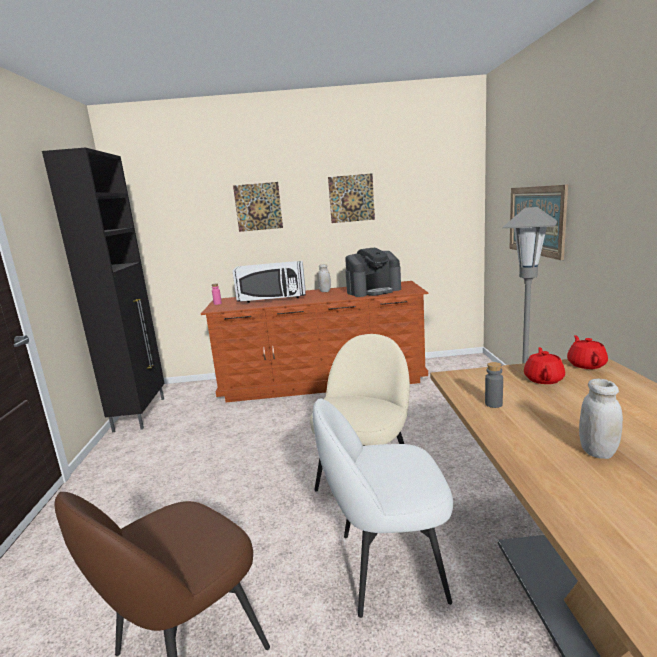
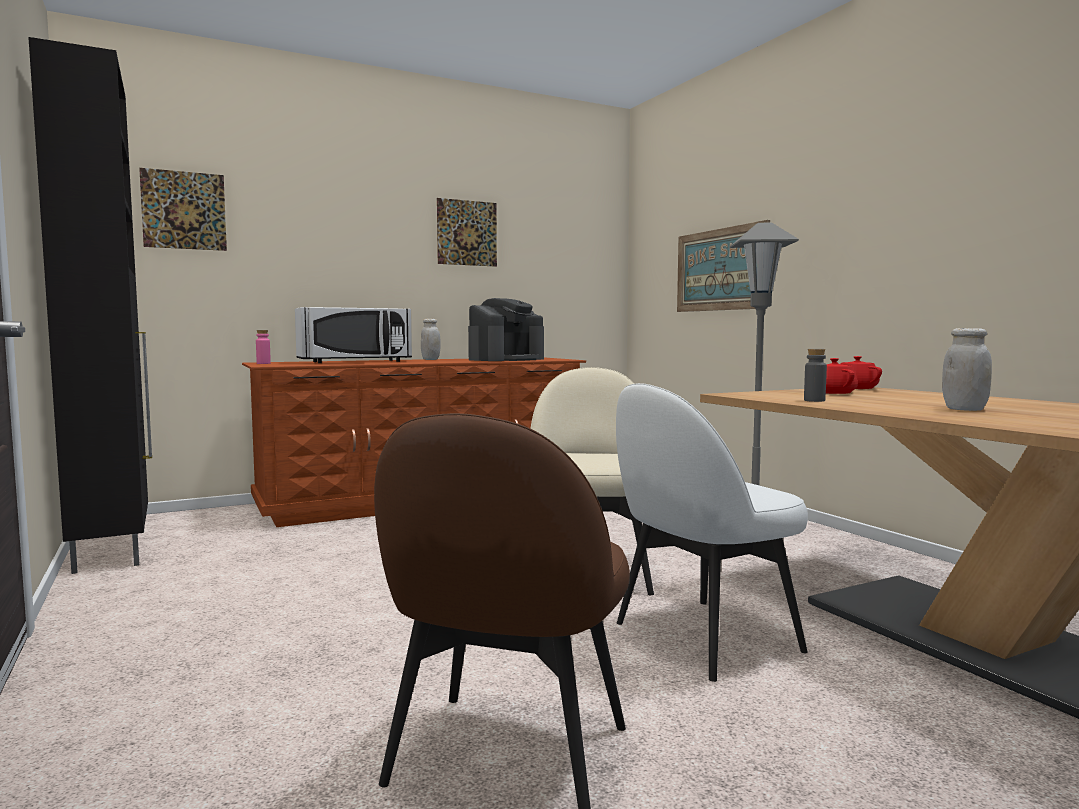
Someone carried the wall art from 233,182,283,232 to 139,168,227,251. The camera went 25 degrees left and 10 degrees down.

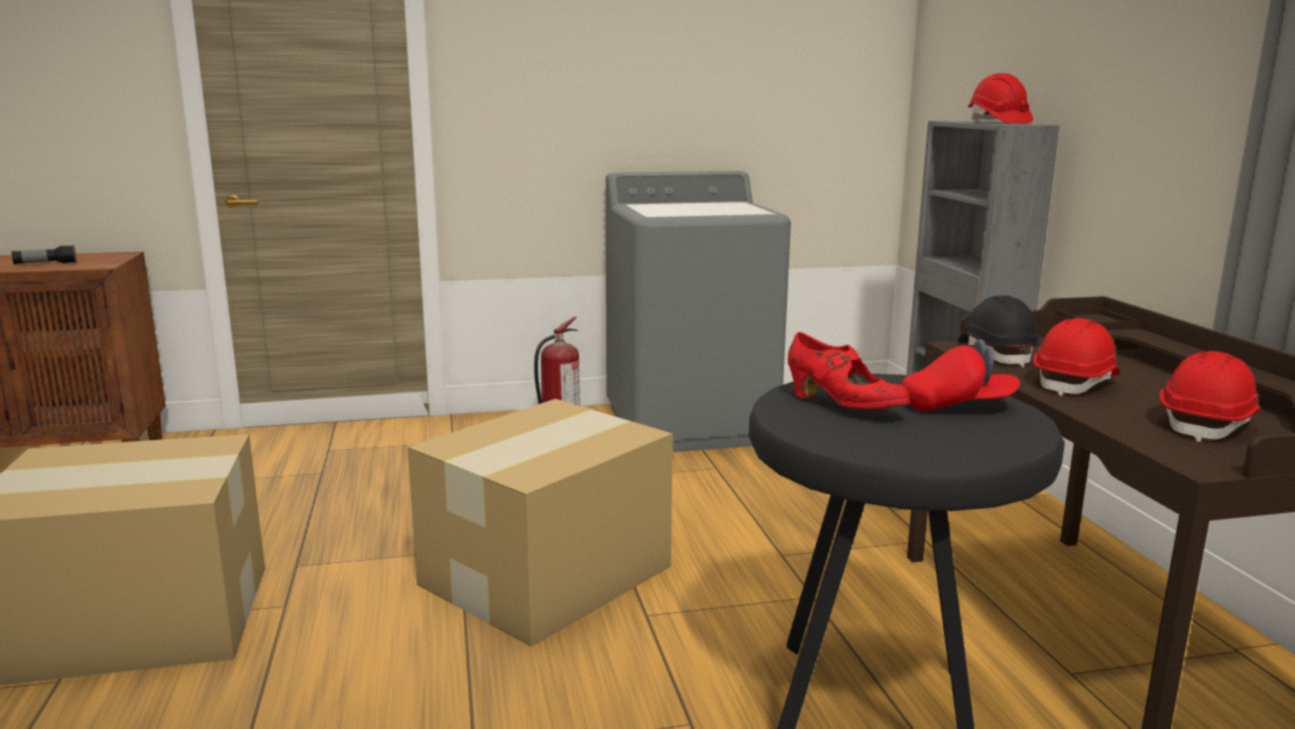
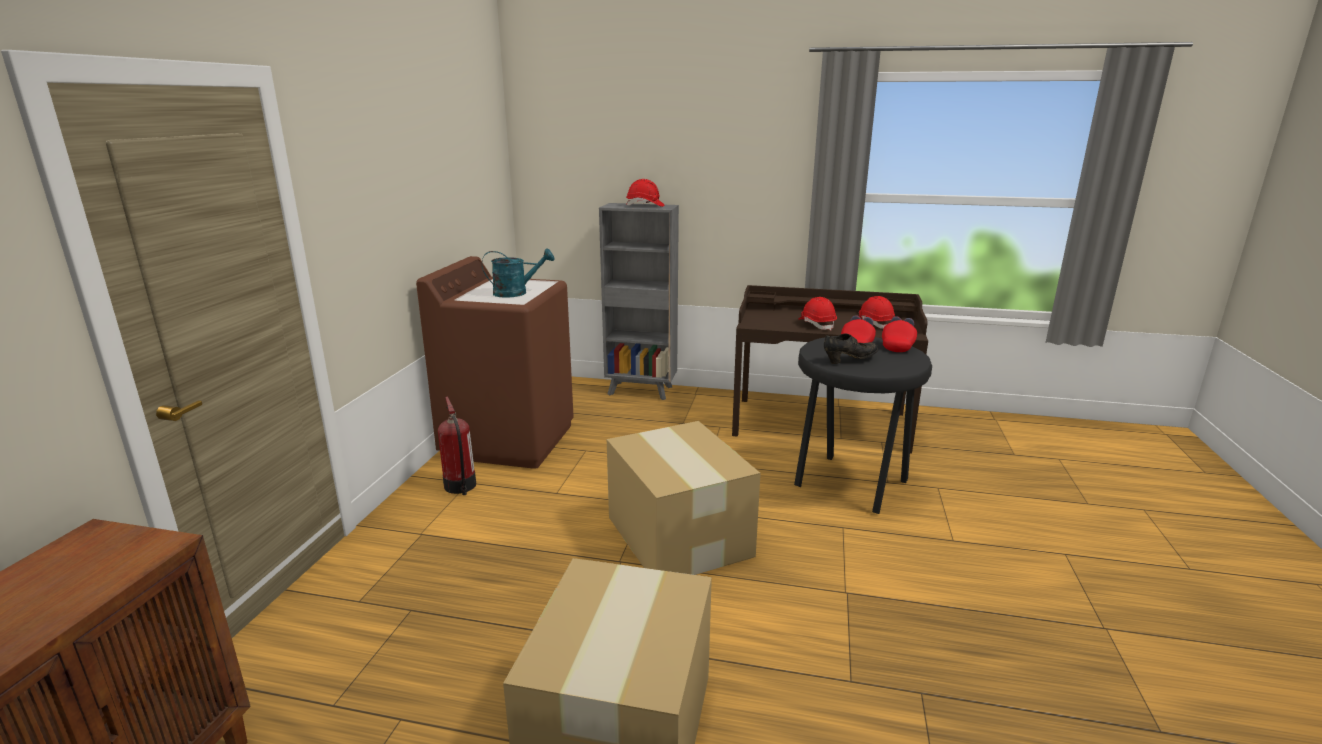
Someone repainted the grey laundry machine at 606,171,791,452, which became the brownish laundry machine at 416,256,574,469. Someone put down the turquoise-coloured watering pot at 482,249,555,298. Someone repainted the reddish low shoe at 788,332,910,409, which became the black-coloured low shoe at 824,333,878,364. Someone put down the reddish peaked cap at 882,316,917,352. Someone took away the flashlight at 12,245,76,264. Someone took away the black-coloured safety helmet at 958,295,1040,367. The camera went 65 degrees left and 5 degrees up.

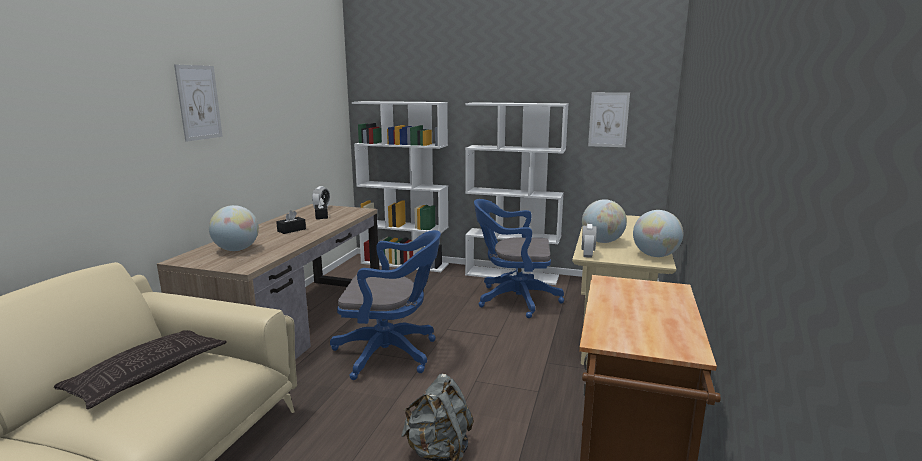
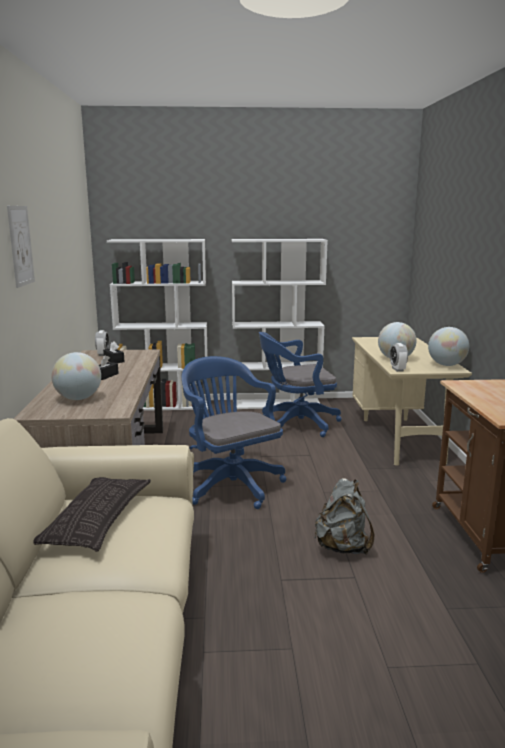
Someone rotated the blue computer chair at 330,230,441,380 by 105 degrees counterclockwise. Someone took away the wall art at 588,92,630,147. The camera went 20 degrees left and 0 degrees up.

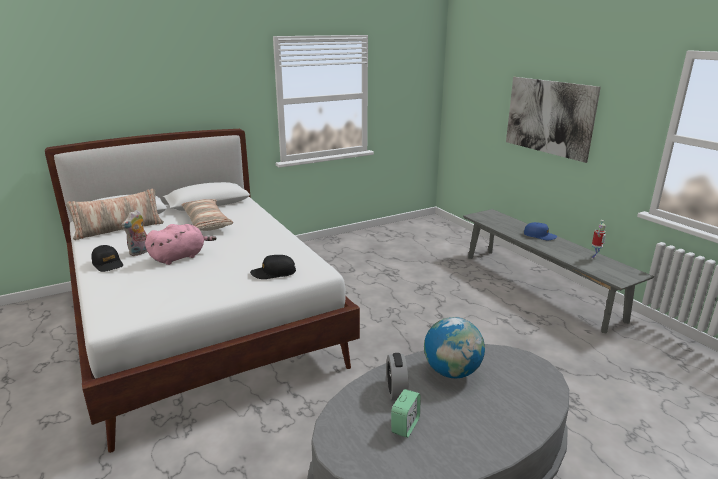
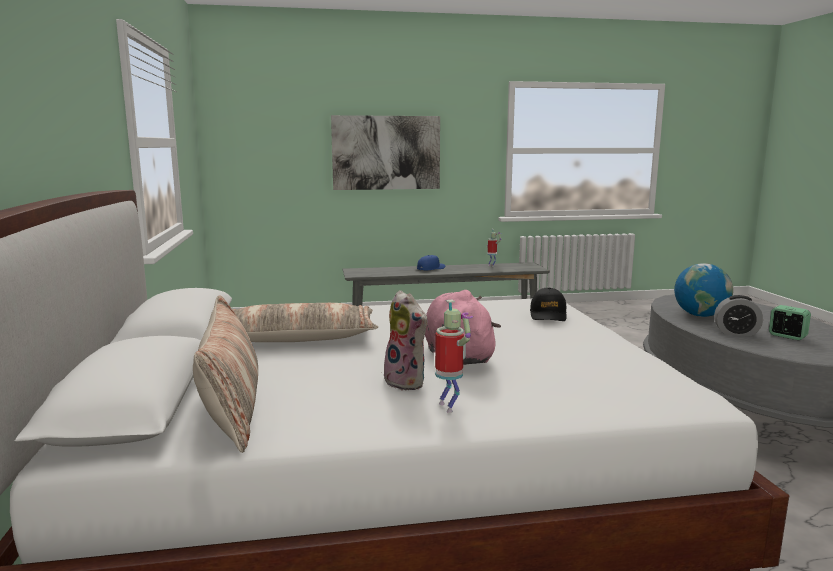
Someone swapped the black-coloured peaked cap at 91,245,123,272 for the robot figure at 435,300,473,413. The camera went 70 degrees left and 10 degrees down.

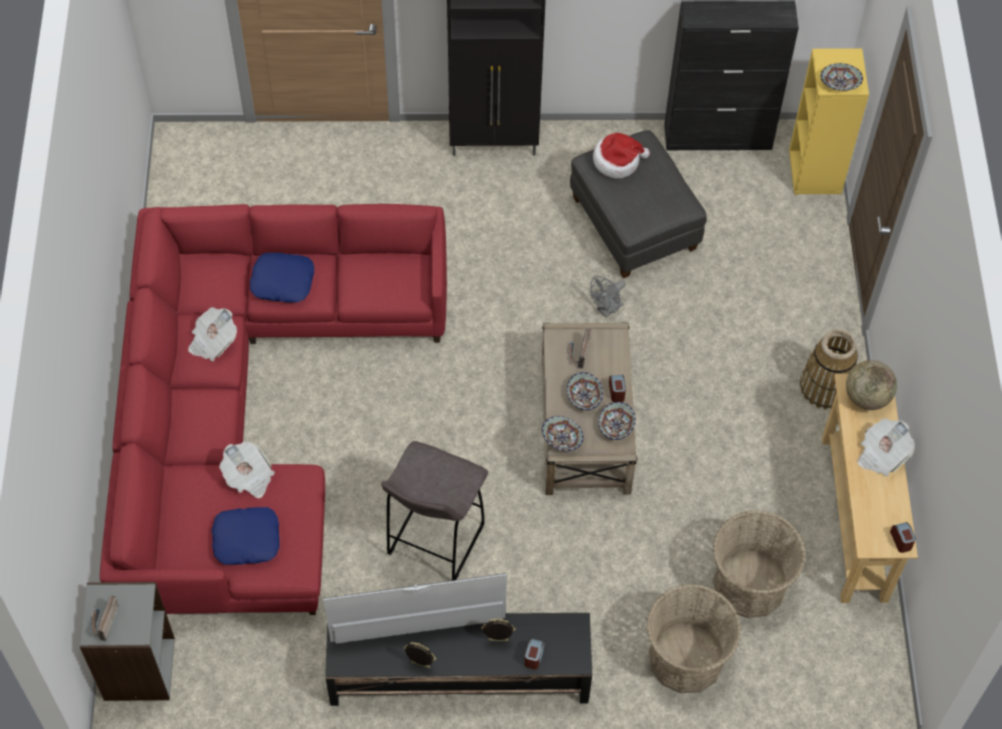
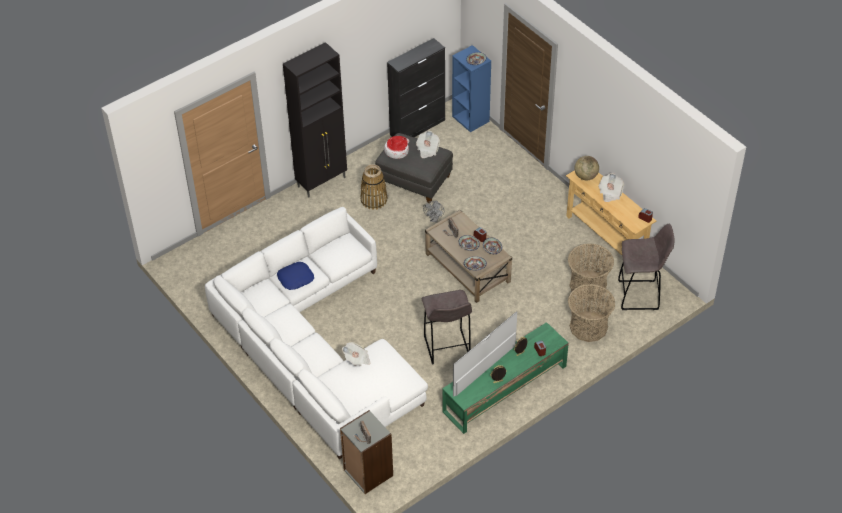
Someone repainted the reddish settee at 100,204,447,615, which became the white settee at 205,207,428,460. Someone carried the household basket from 800,330,858,410 to 360,164,388,210. Someone carried the daily paper from 188,307,237,361 to 416,131,440,158. Someone repainted the black-coloured media console at 325,613,592,706, which became the green-coloured media console at 442,322,569,434. Someone repainted the yellowish shelving unit at 789,48,869,194, which became the blue shelving unit at 452,45,491,132. Someone put down the grey sitting stool at 618,224,674,310. Someone took away the blue pillow at 211,507,279,565. The camera went 35 degrees left and 10 degrees down.

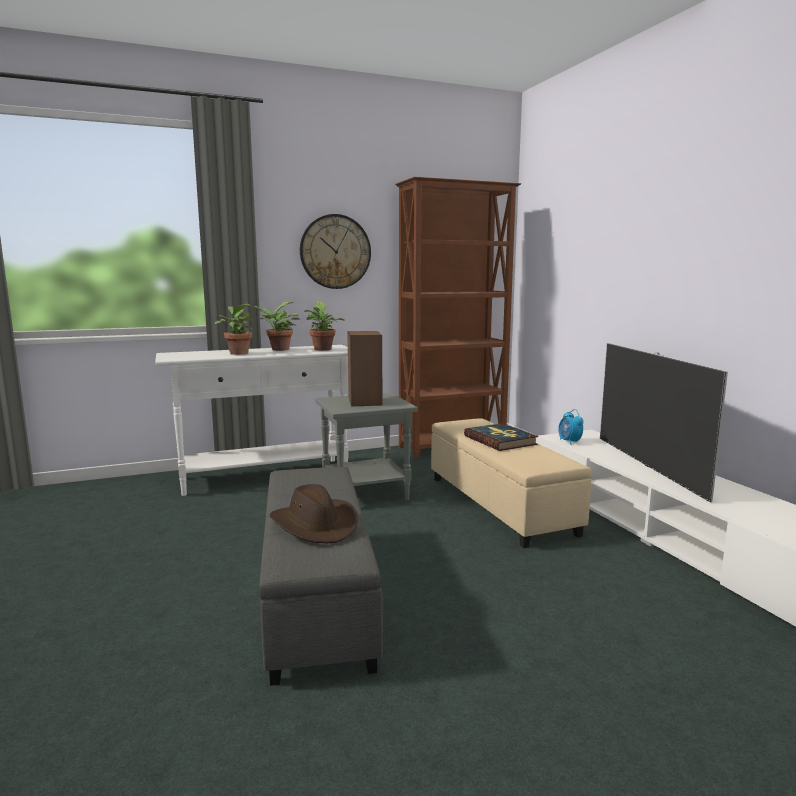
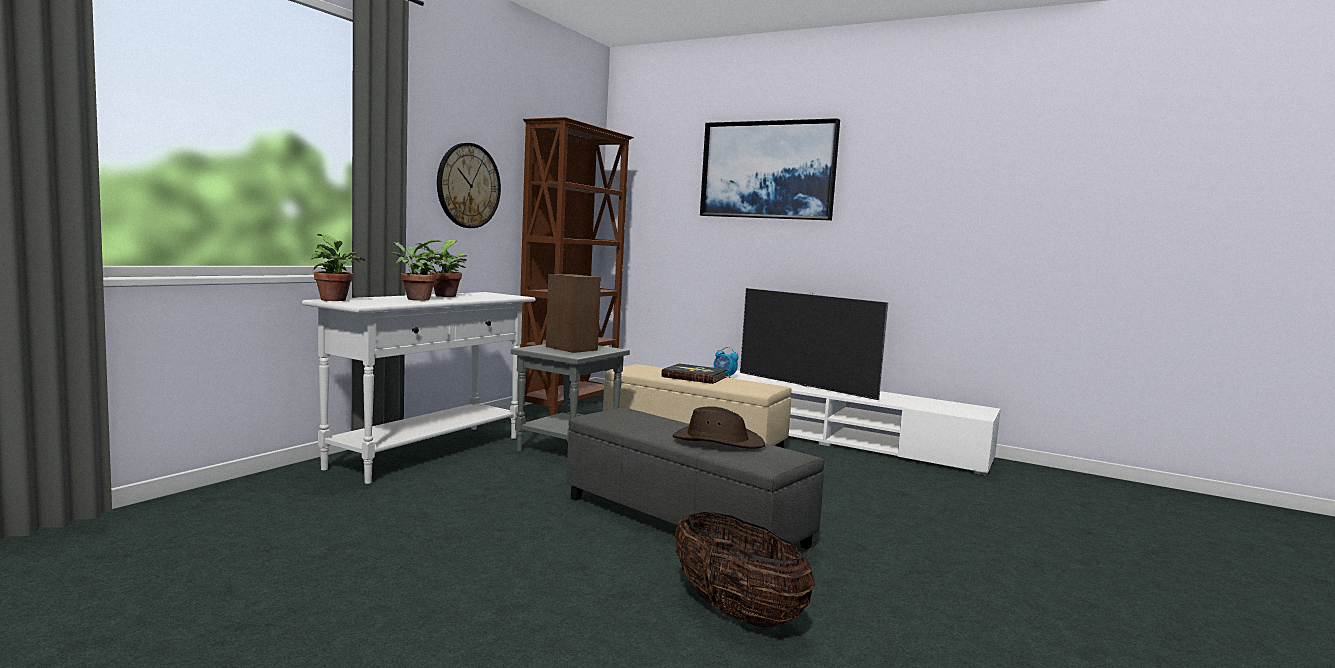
Someone carried the houseplant from 304,302,345,351 to 311,234,365,301. Someone put down the household basket at 674,512,815,627. Someone put up the wall art at 700,118,840,221. The camera went 40 degrees left and 5 degrees down.

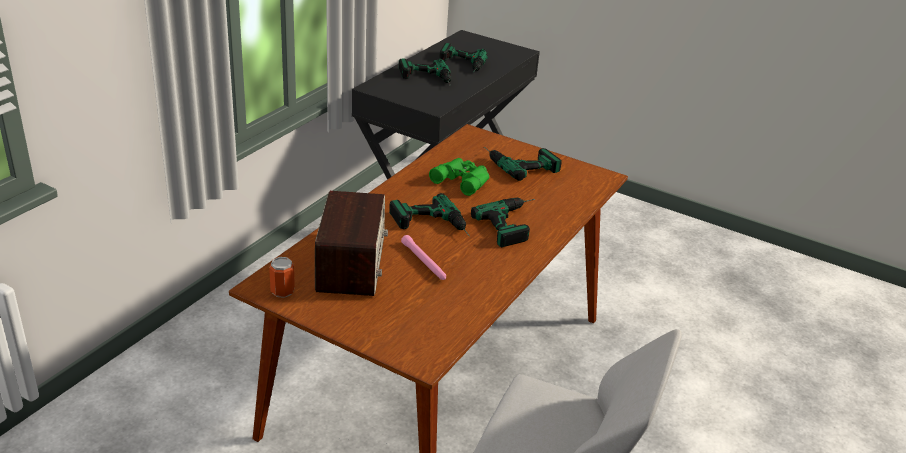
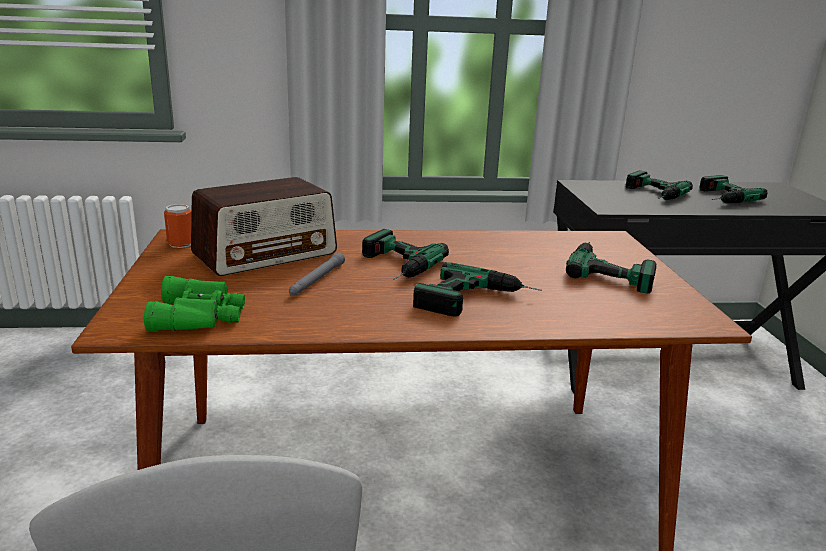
Someone carried the green-coloured field glasses from 429,158,489,196 to 144,276,245,331. Someone repainted the pinkish flashlight at 401,235,446,280, which became the grey flashlight at 289,252,345,295. The camera went 55 degrees right and 10 degrees down.

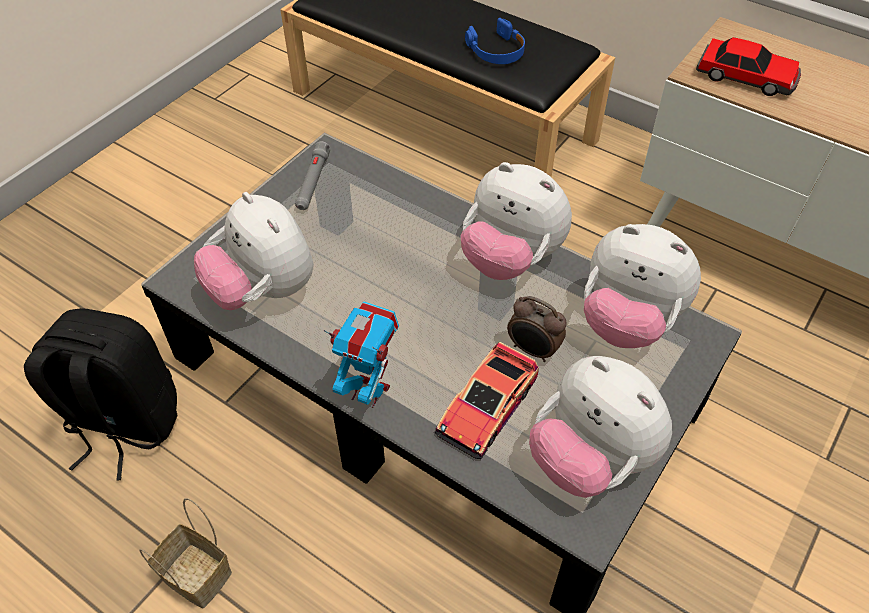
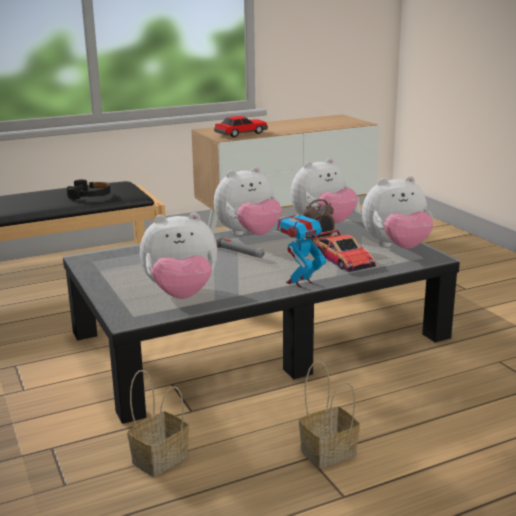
Someone repainted the blue headset at 465,18,525,64, which became the black-coloured headset at 67,180,111,199. Someone swapped the black-coloured rucksack at 24,308,178,480 for the household basket at 127,370,189,477. Someone carried the grey flashlight from 295,141,330,210 to 214,235,265,258. The camera went 60 degrees left and 30 degrees down.

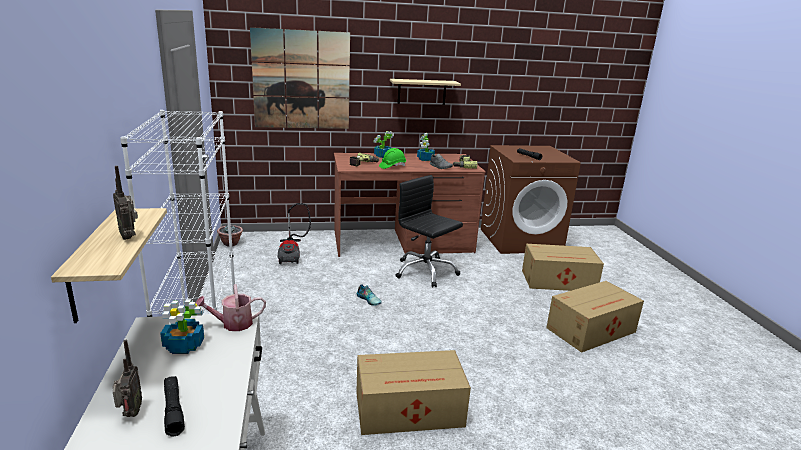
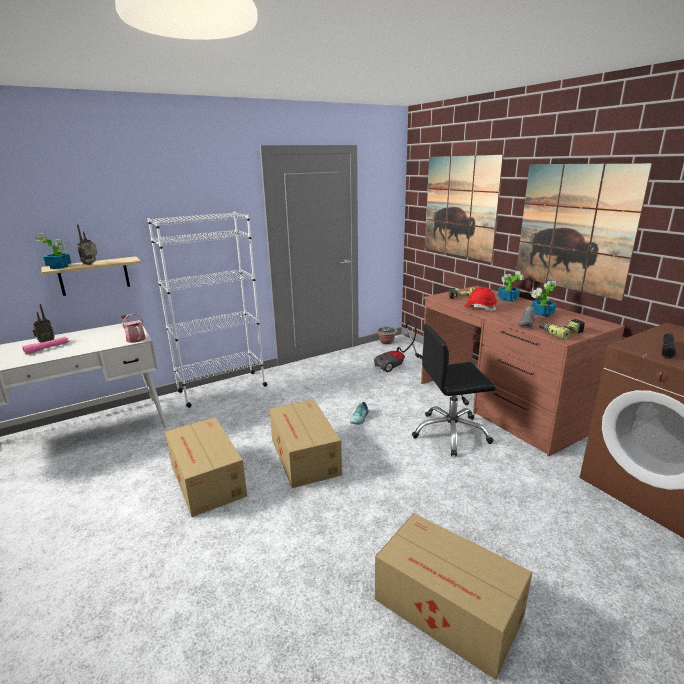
Someone repainted the black-coloured flashlight at 164,376,185,437, which became the pinkish flashlight at 22,337,69,355. Someone carried the houseplant from 160,299,204,354 to 35,233,71,269. Someone carried the cardboard box from 522,244,604,291 to 269,399,342,488. Someone rotated the black-coloured computer chair at 396,175,463,288 by 120 degrees counterclockwise. Someone repainted the green-coloured safety helmet at 379,148,406,169, which became the reddish safety helmet at 463,287,497,311. Someone swapped the bracket shelf at 390,79,461,105 for the wall art at 516,163,653,301. The camera went 70 degrees right and 0 degrees up.

